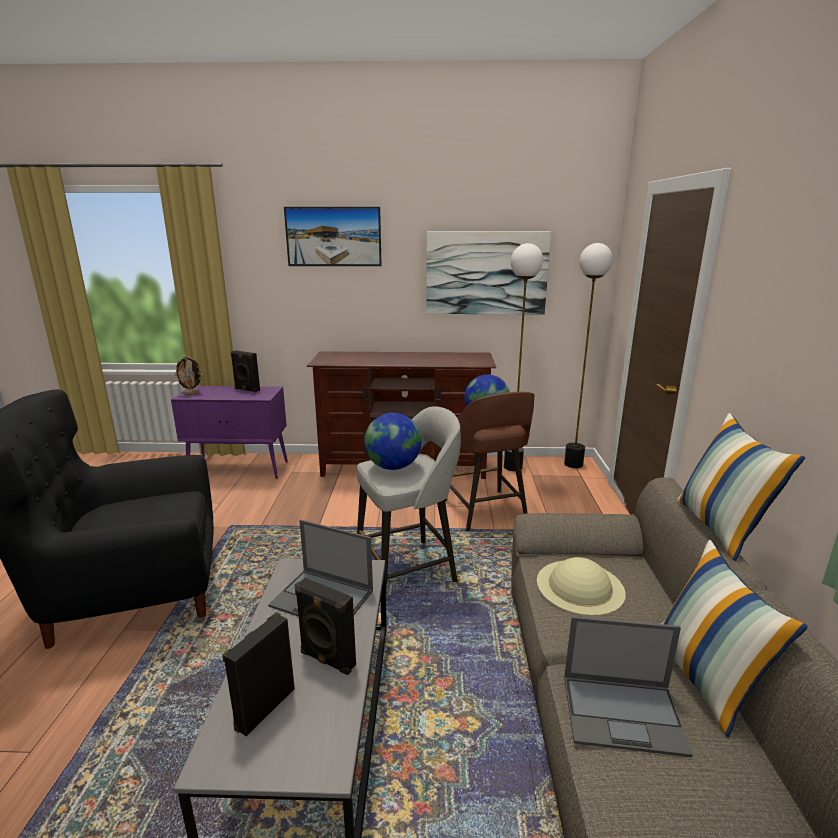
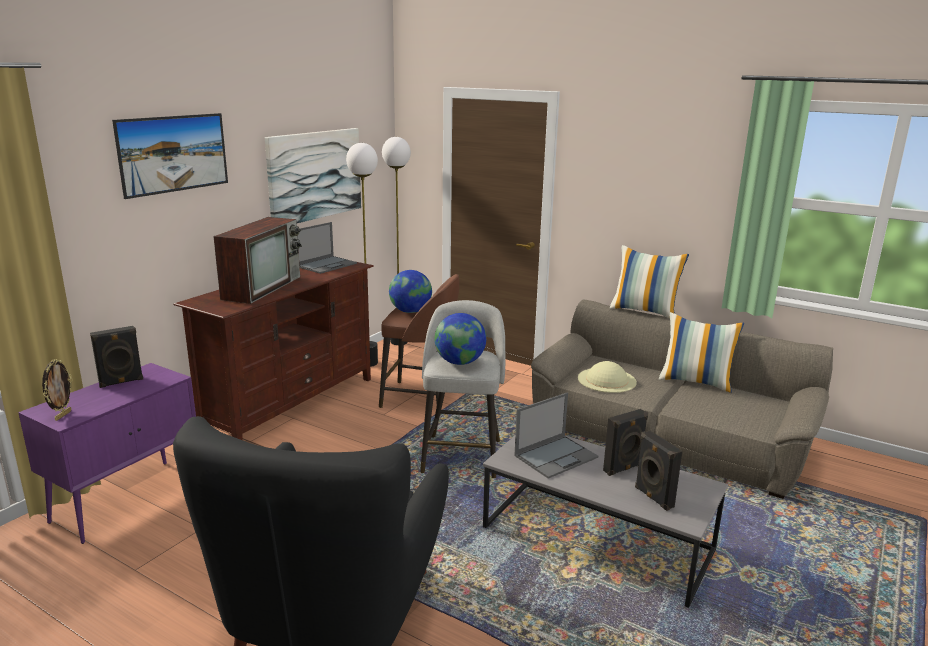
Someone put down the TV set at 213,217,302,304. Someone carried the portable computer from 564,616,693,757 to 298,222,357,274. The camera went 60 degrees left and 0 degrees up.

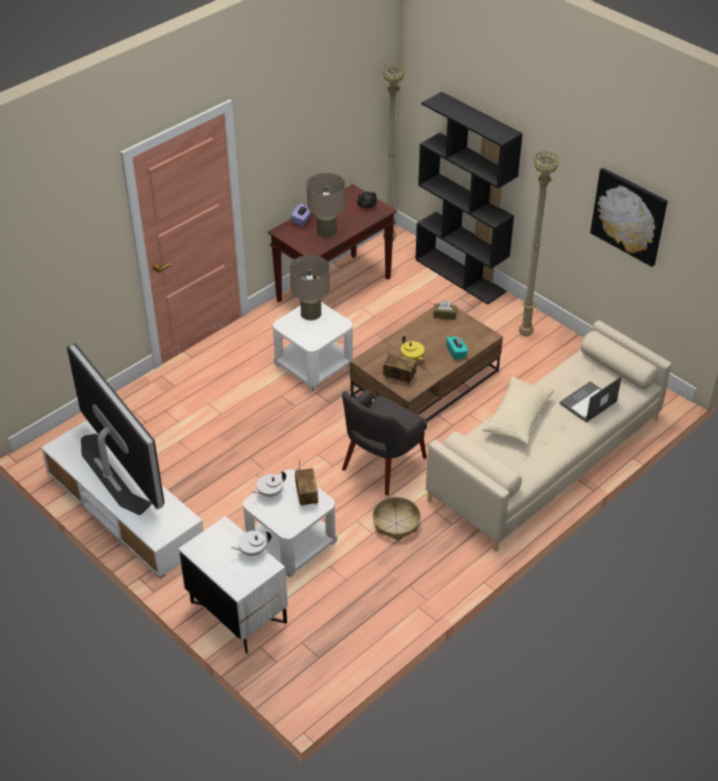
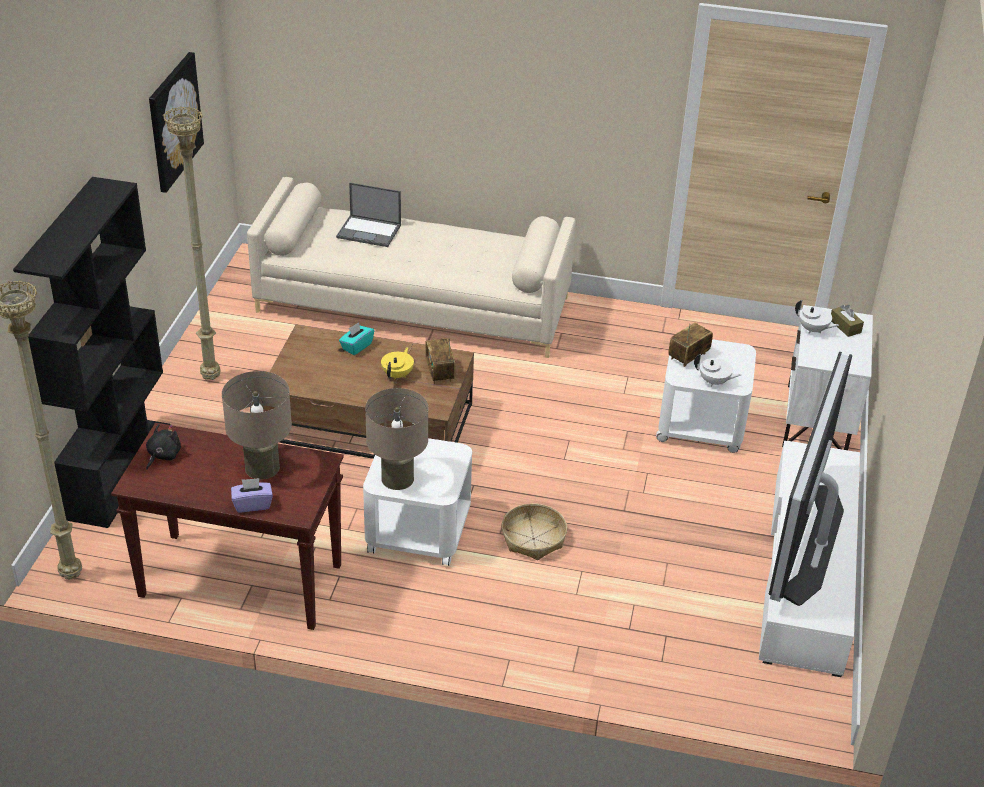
Someone carried the household basket from 372,497,421,541 to 502,504,567,560. Someone carried the brownish box of tissues from 433,300,457,320 to 831,305,864,337. Someone took away the grey easy chair at 342,389,427,496. Someone took away the beige-coloured pillow at 483,376,555,444. The camera went 125 degrees left and 5 degrees down.

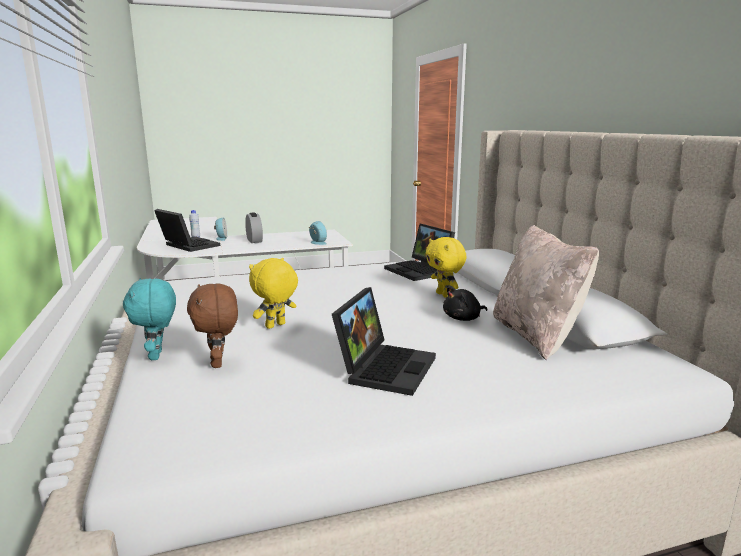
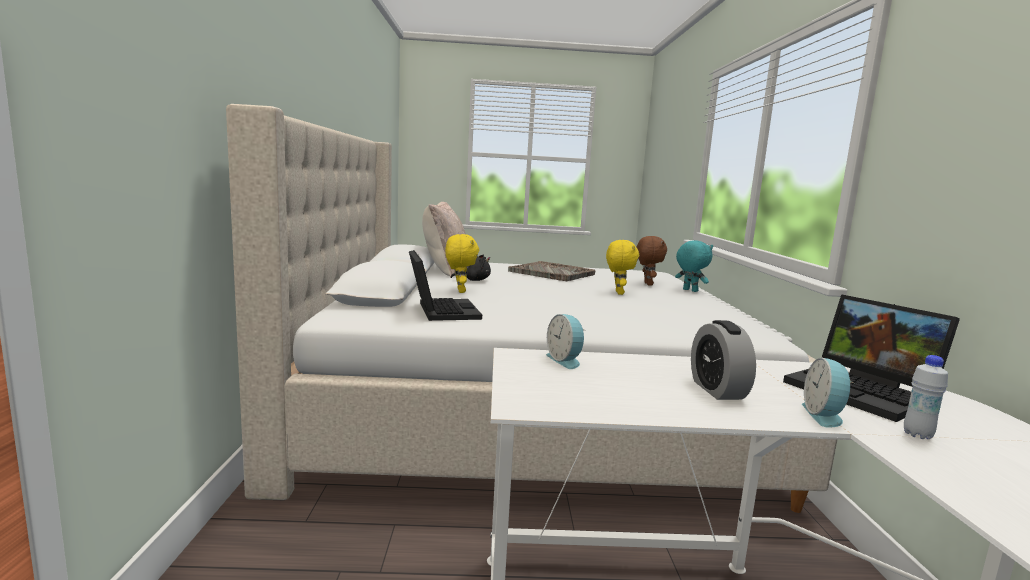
Someone swapped the portable computer at 332,287,436,396 for the grey carrying tray at 508,261,596,281. Someone rotated the yellowish plush toy at 249,258,298,329 by 60 degrees counterclockwise. Someone rotated the turquoise-coloured plush toy at 123,278,176,360 by 45 degrees counterclockwise. The camera went 165 degrees left and 5 degrees down.

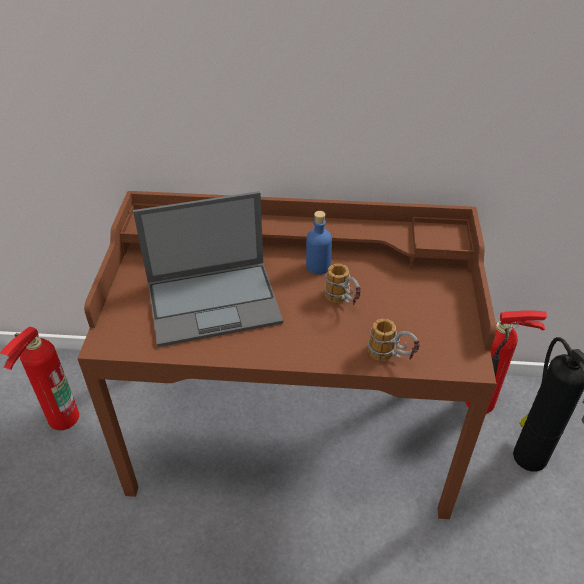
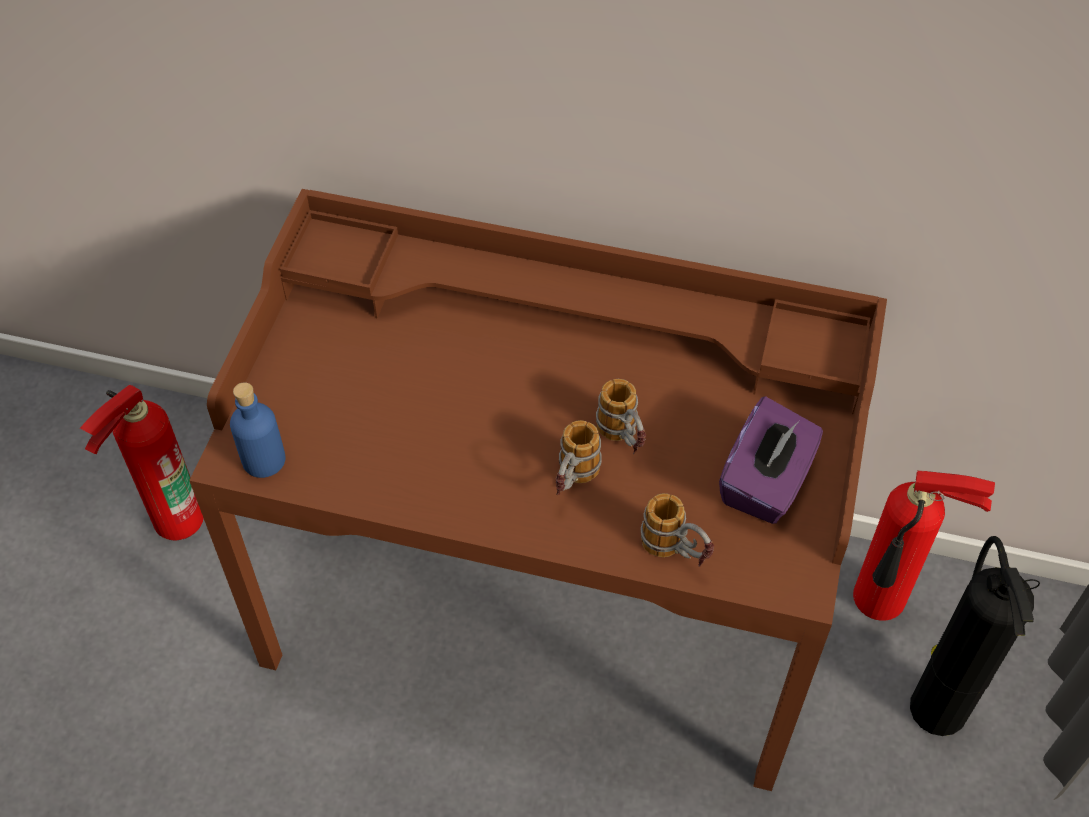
Someone carried the blue bottle from 306,211,332,275 to 230,382,286,478. Someone put down the mug at 556,420,602,495. Someone put down the purple-coloured box of tissues at 719,396,823,524. Someone took away the portable computer at 133,191,283,347. The camera went 10 degrees right and 10 degrees up.

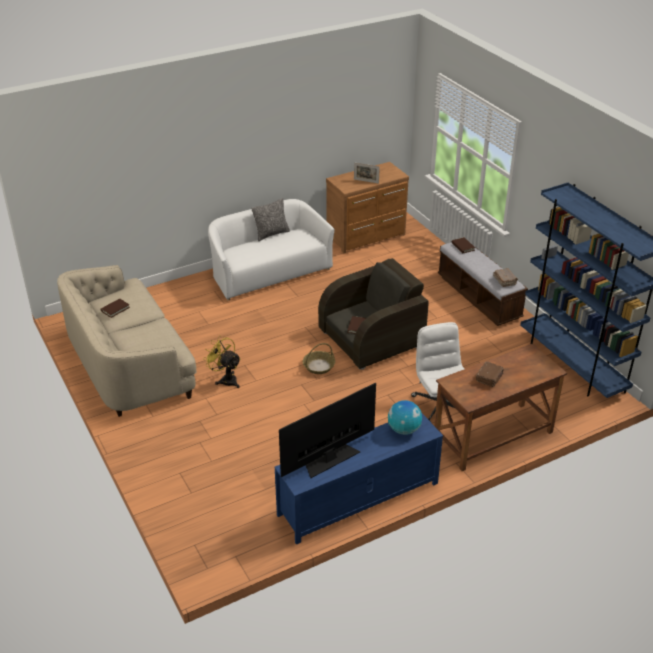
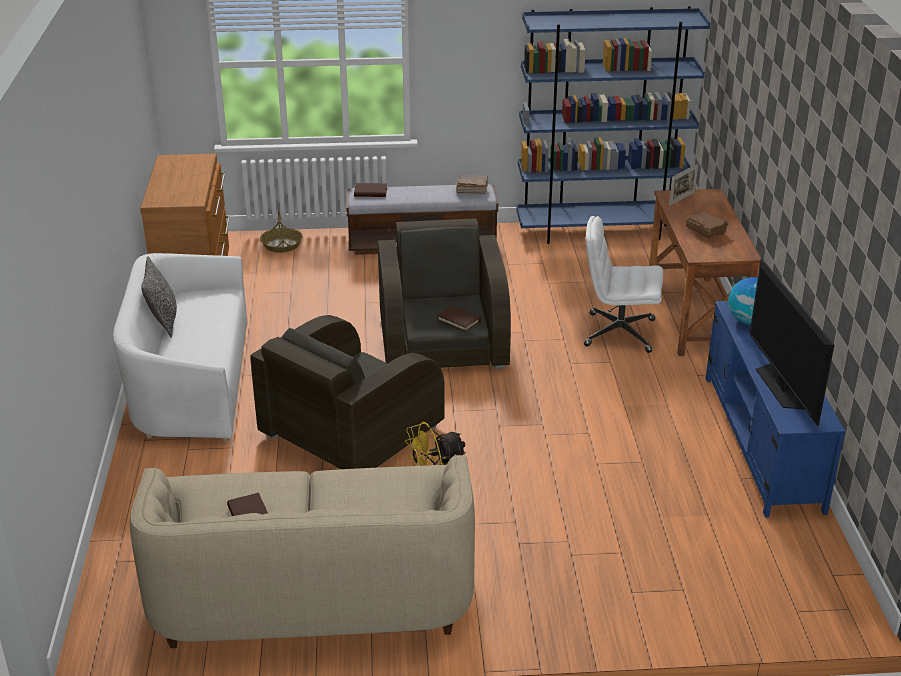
Someone put down the brownish easy chair at 250,315,445,469. Someone carried the household basket from 303,343,335,374 to 260,210,303,253. Someone carried the standing frame from 354,162,380,184 to 669,164,698,206. The camera went 65 degrees left and 5 degrees down.

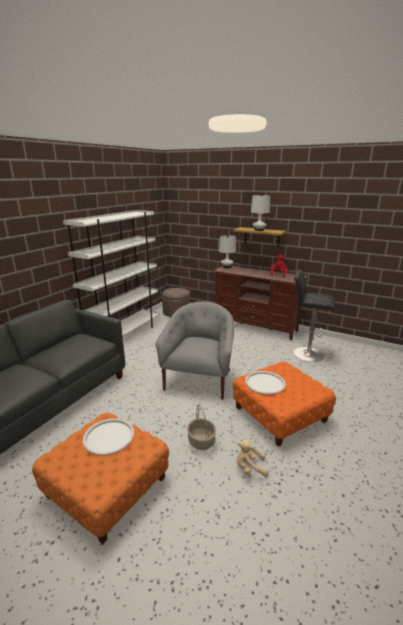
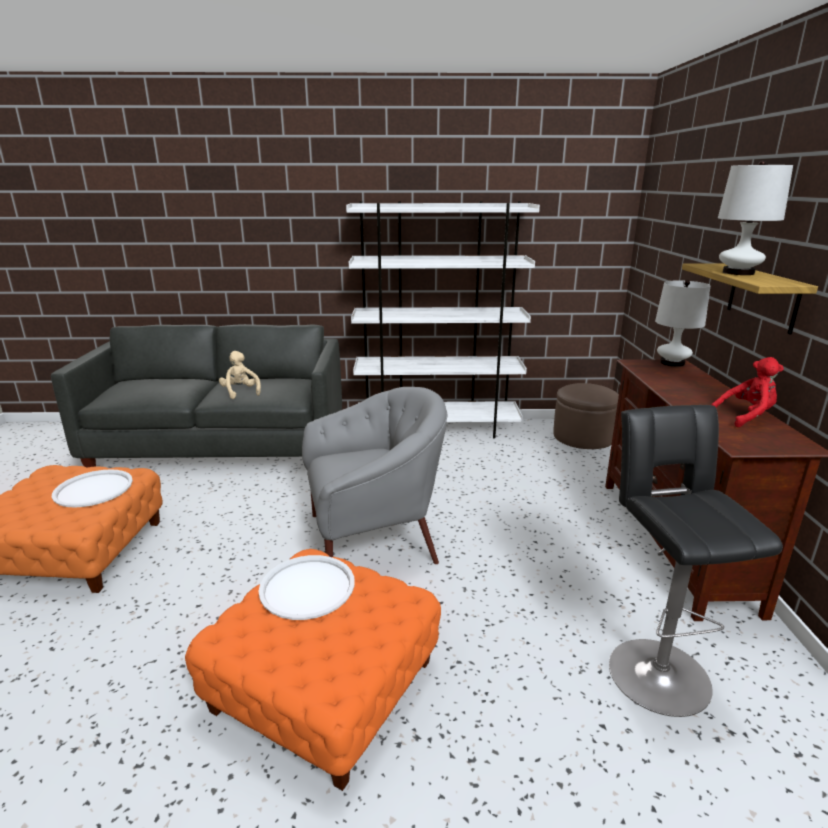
Someone carried the beige-coloured plush toy from 237,439,269,477 to 219,351,261,399. Someone took away the household basket at 187,404,216,450. The camera went 60 degrees right and 0 degrees up.

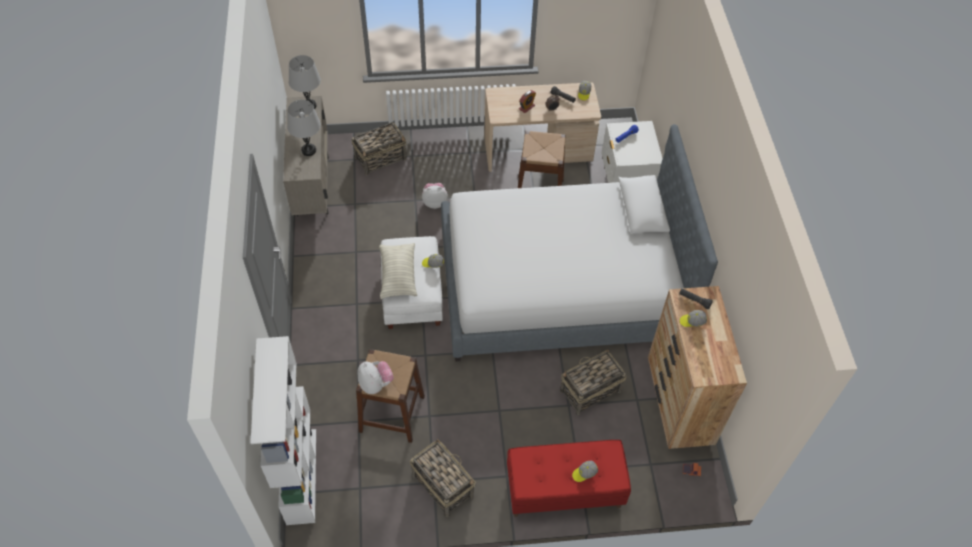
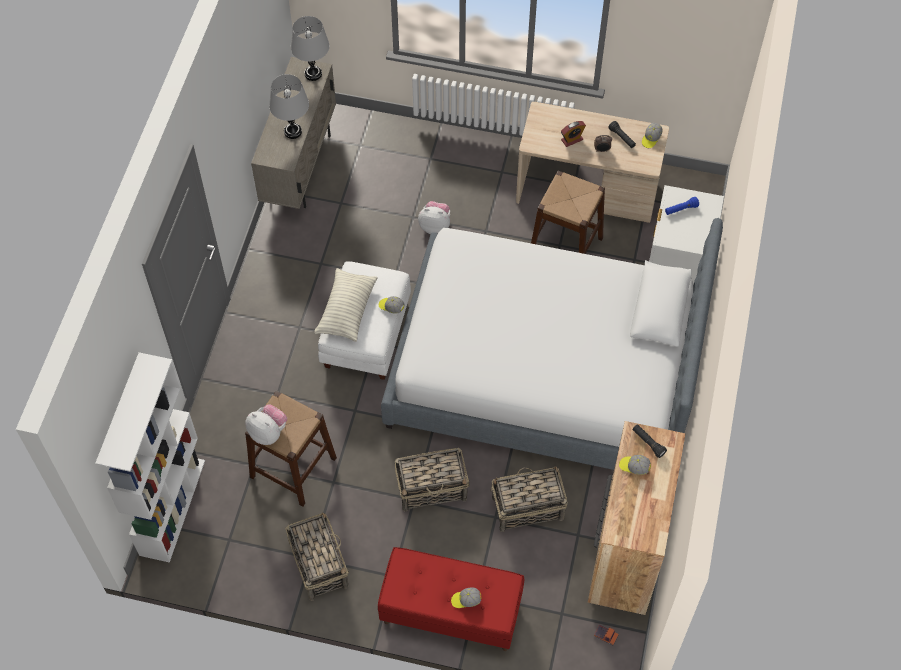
Someone rotated the plush toy at 357,361,394,394 by 45 degrees counterclockwise. Someone carried the household basket from 351,122,407,175 to 395,448,470,512. The camera went 20 degrees right and 5 degrees up.

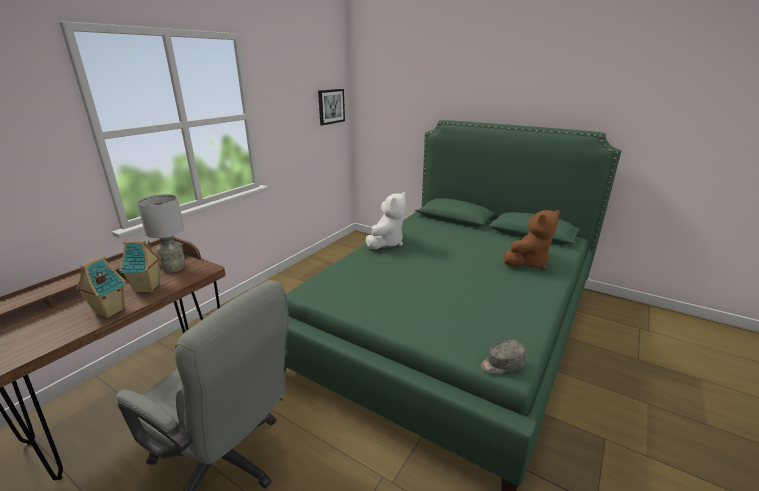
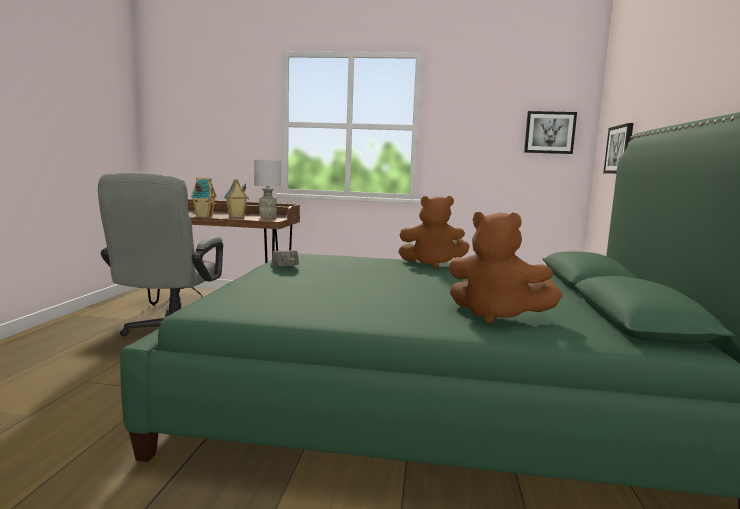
Someone carried the grey peaked cap from 481,340,526,374 to 270,250,299,266. Someone repainted the white plush toy at 366,192,406,249, which became the brownish plush toy at 398,196,470,268. Someone put up the wall art at 603,123,633,174. The camera went 65 degrees right and 15 degrees down.

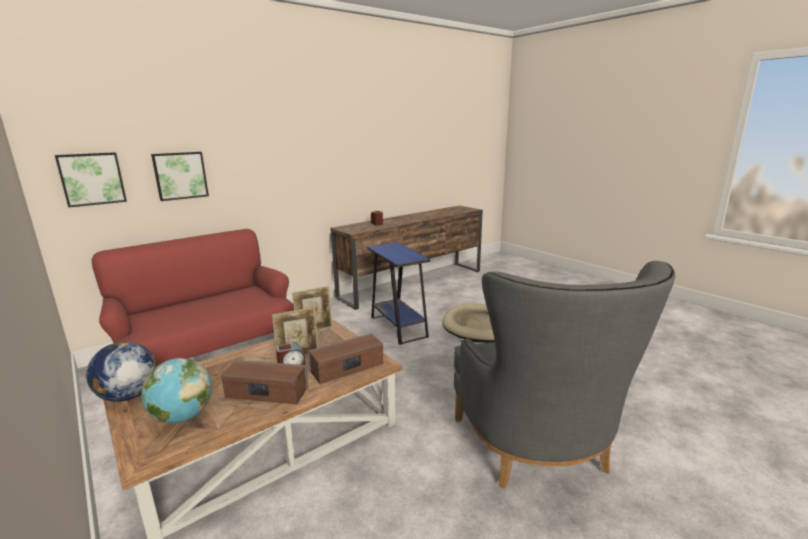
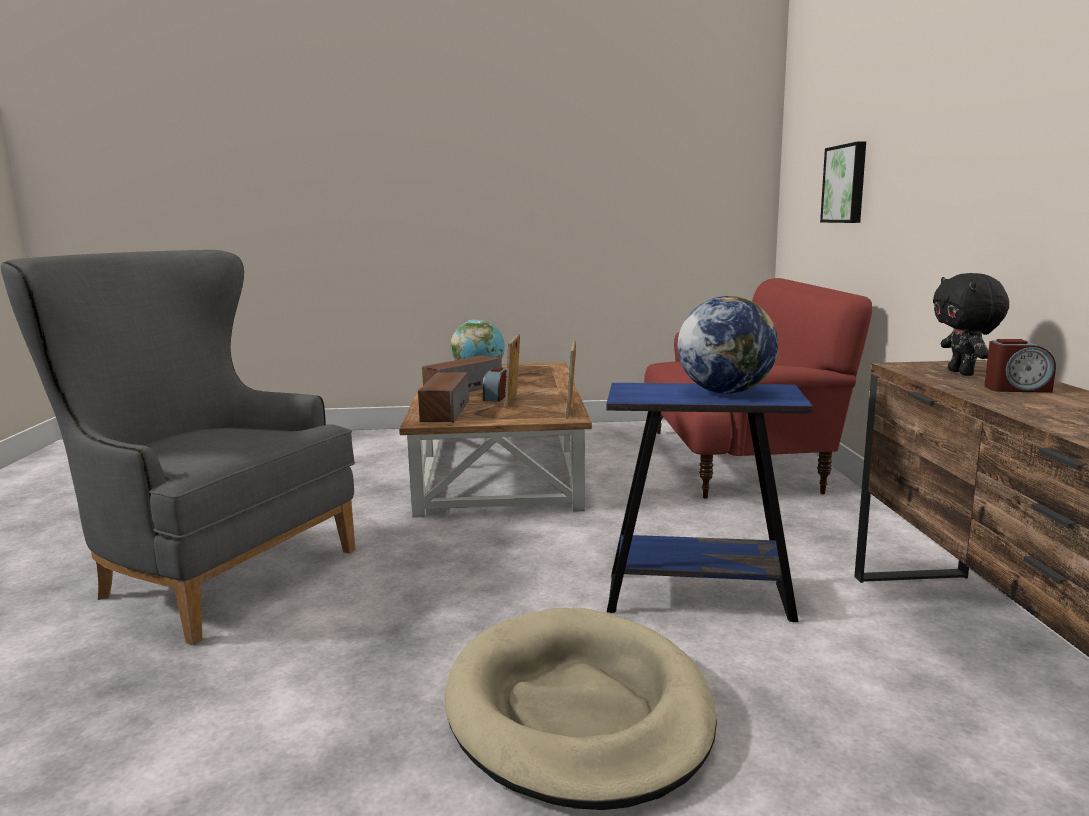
Someone carried the globe from 86,341,156,402 to 677,296,778,394. Someone put down the black-coloured plush toy at 933,273,1009,376. Someone took away the wall art at 55,152,127,208. The camera went 125 degrees right and 5 degrees down.

